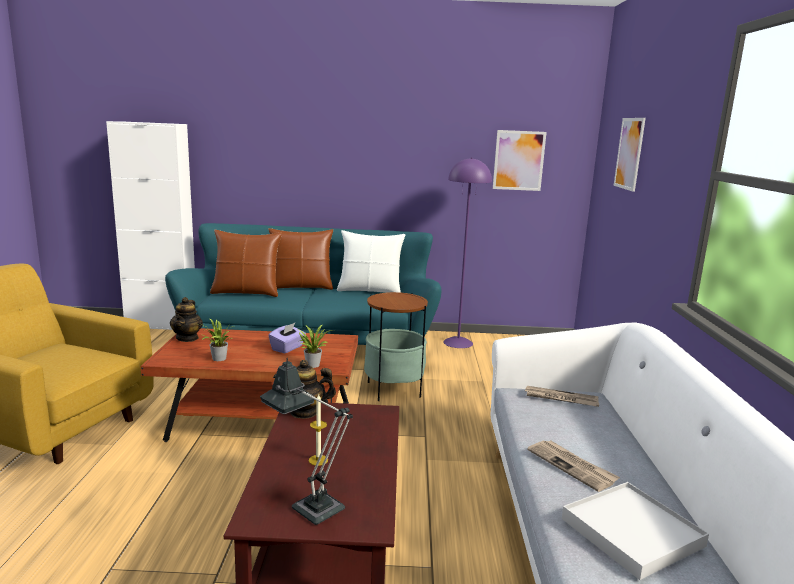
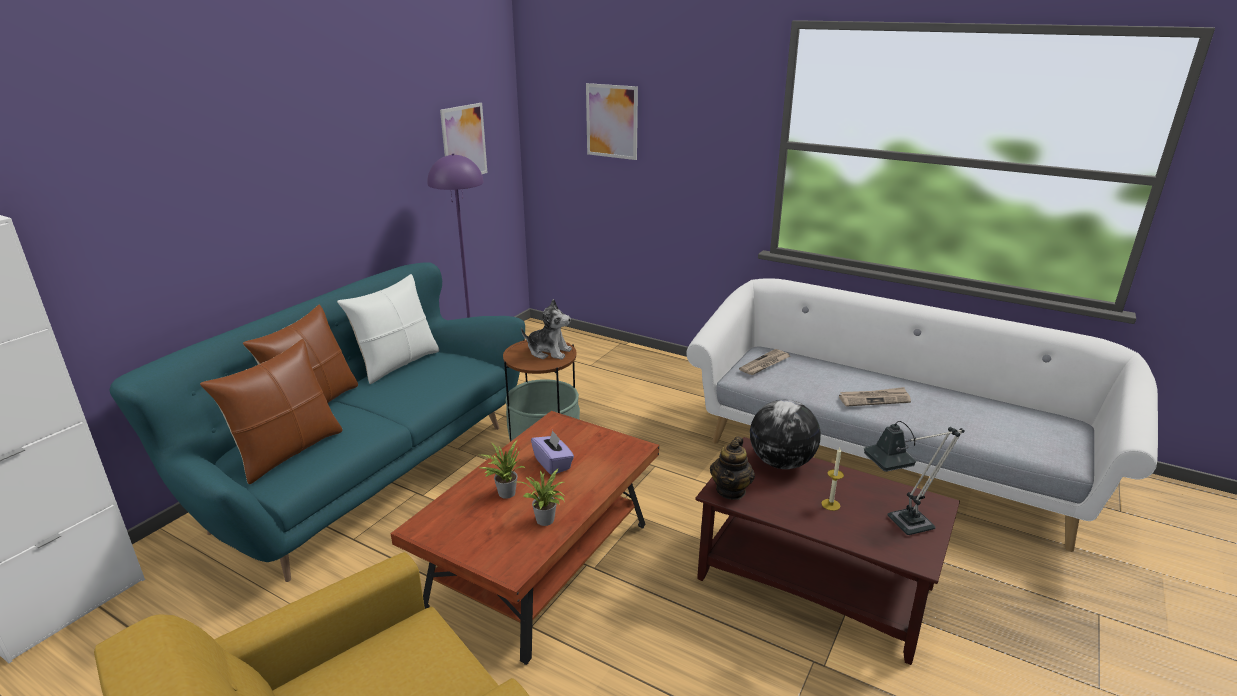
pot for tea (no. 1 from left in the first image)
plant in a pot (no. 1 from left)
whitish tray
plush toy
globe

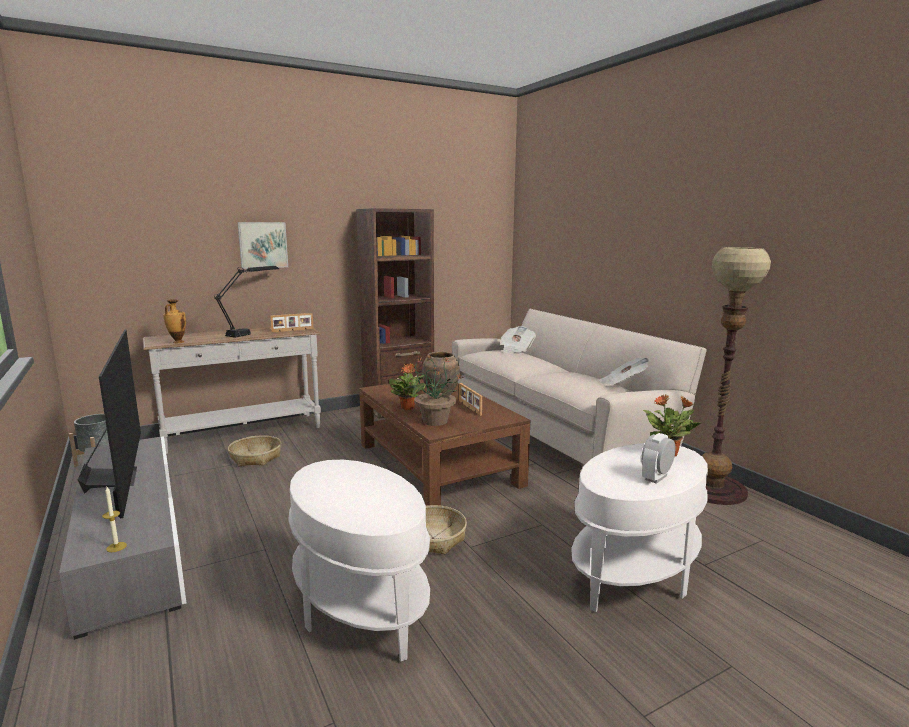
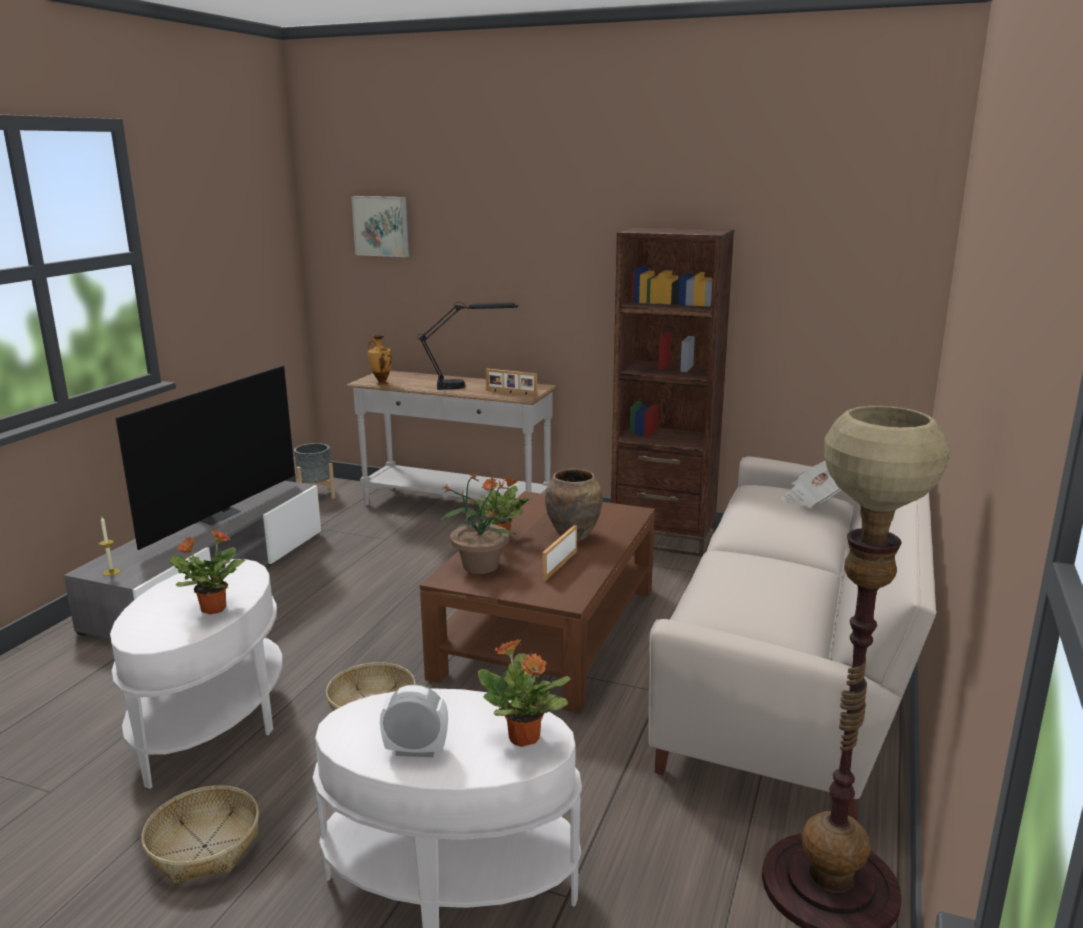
household basket (no. 1 from left)
wall art
newspaper (no. 2 from left in the first image)
plant in a pot (no. 1 from left)

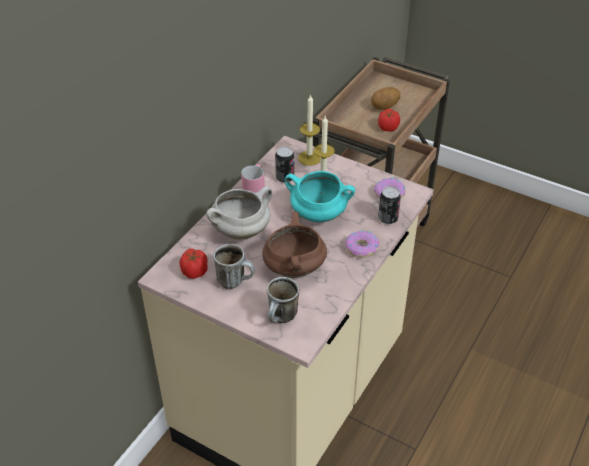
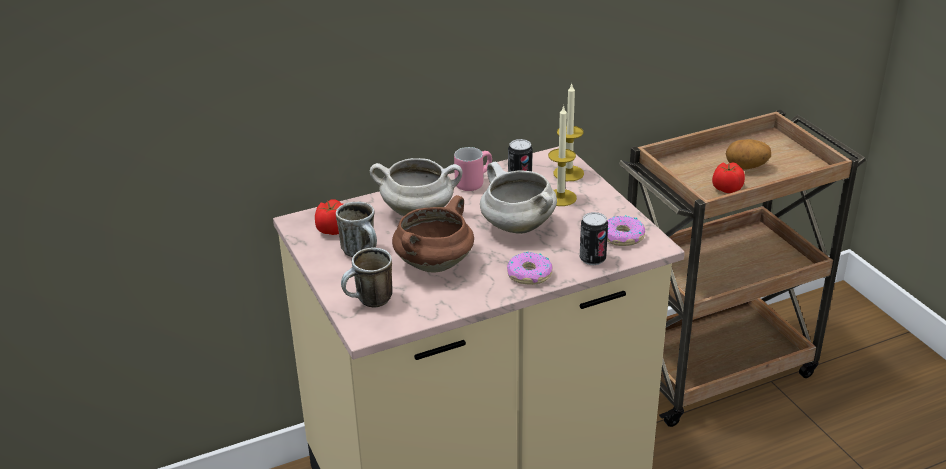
whitish stockpot (no. 2 from left)

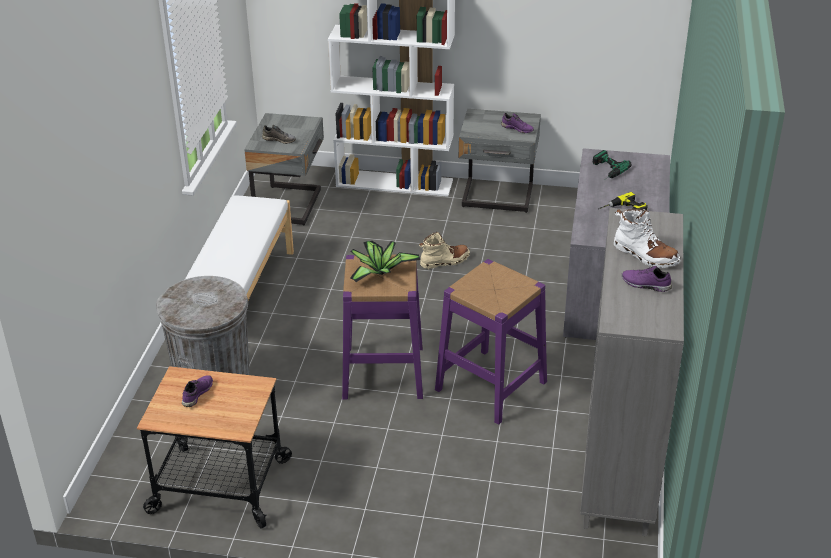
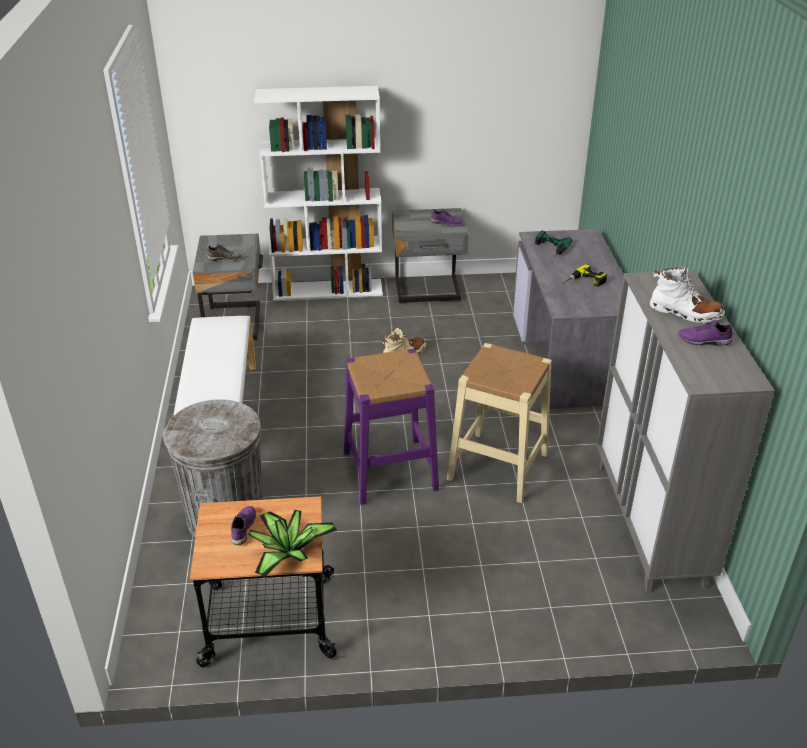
plant in a pot
sand-coloured sitting stool

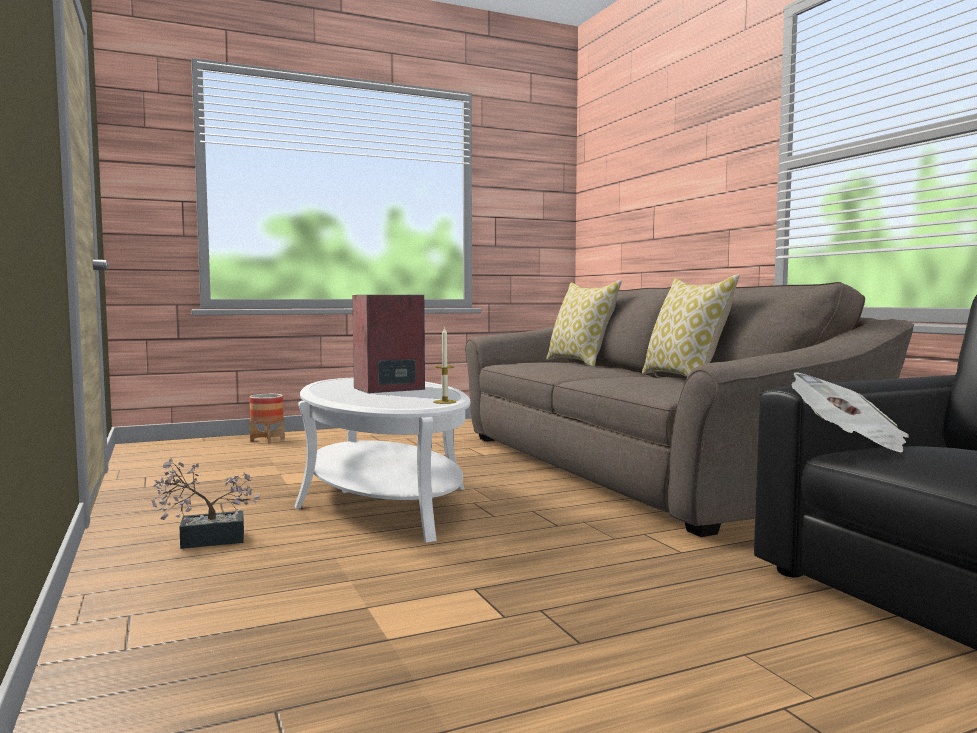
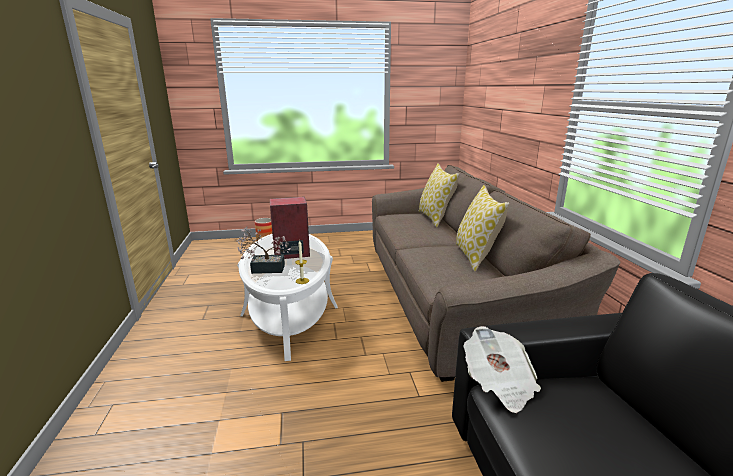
plant in a pot

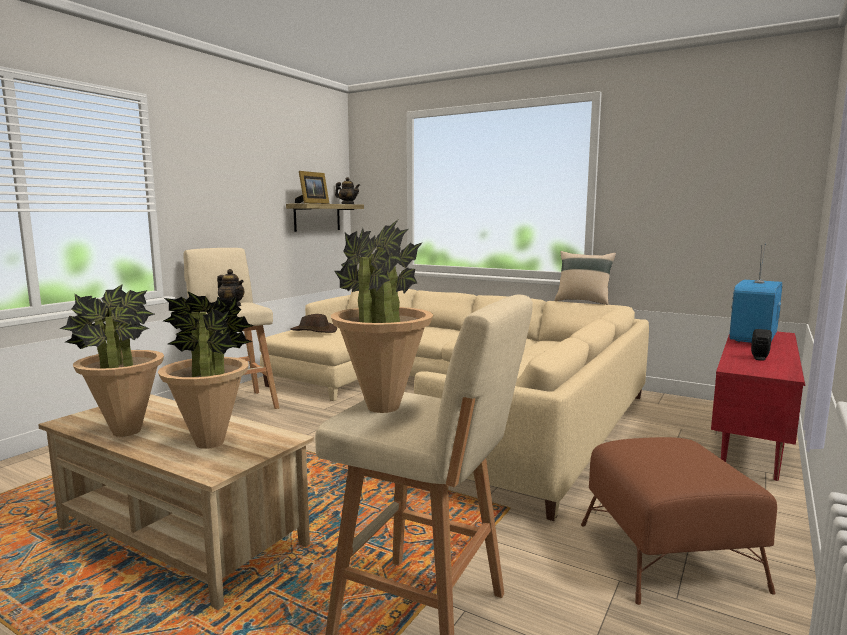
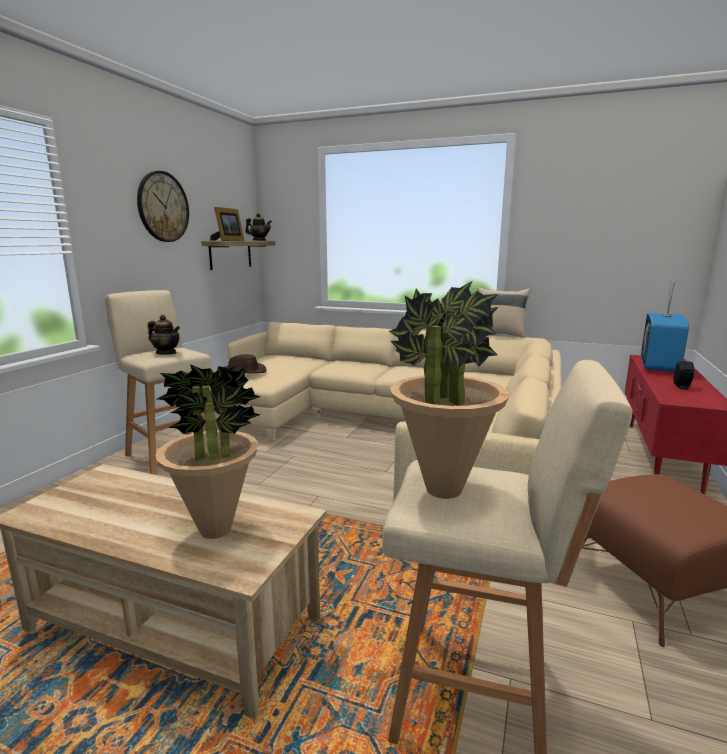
plant in a pot (no. 1 from left in the first image)
wall clock

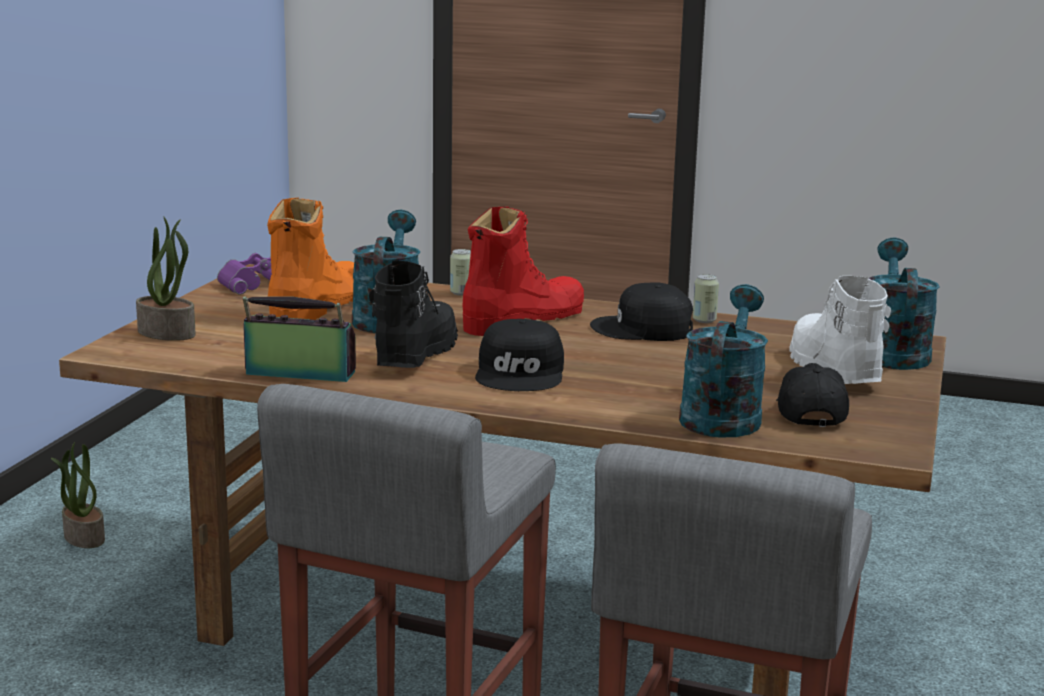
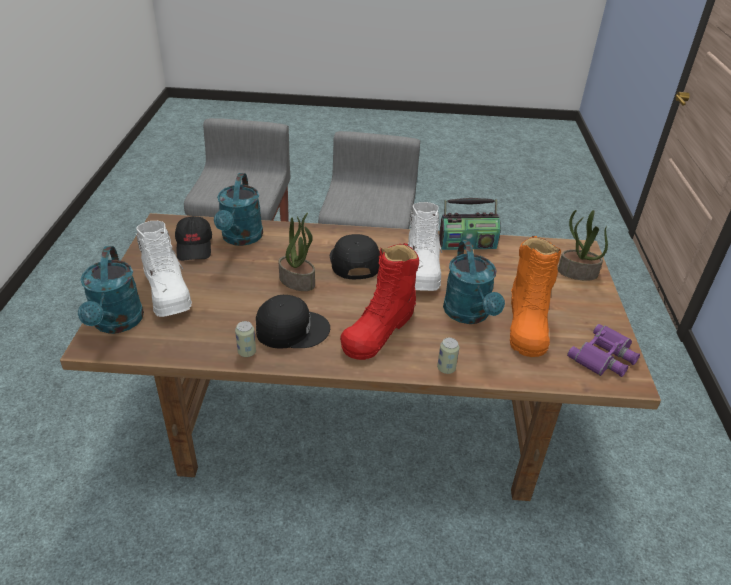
plant in a pot (no. 1 from left)
whitish high-top boot (no. 2 from left)

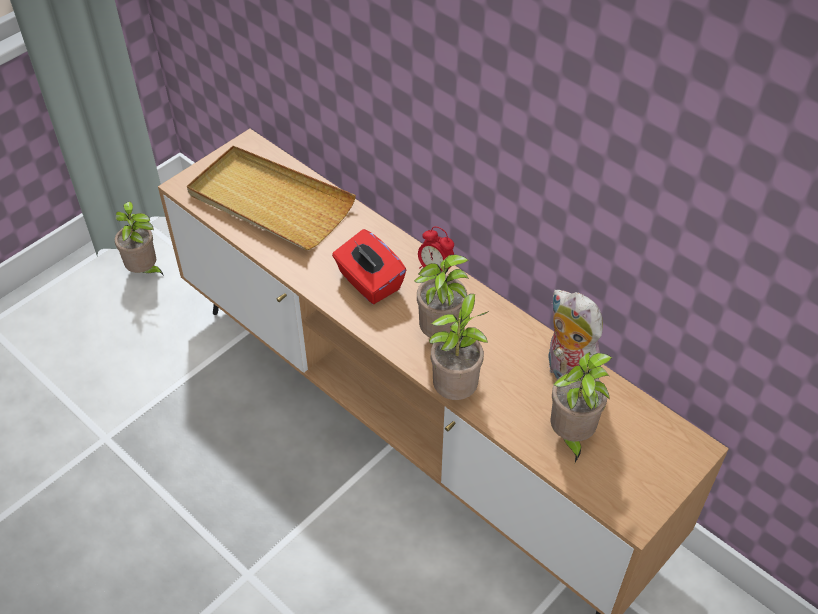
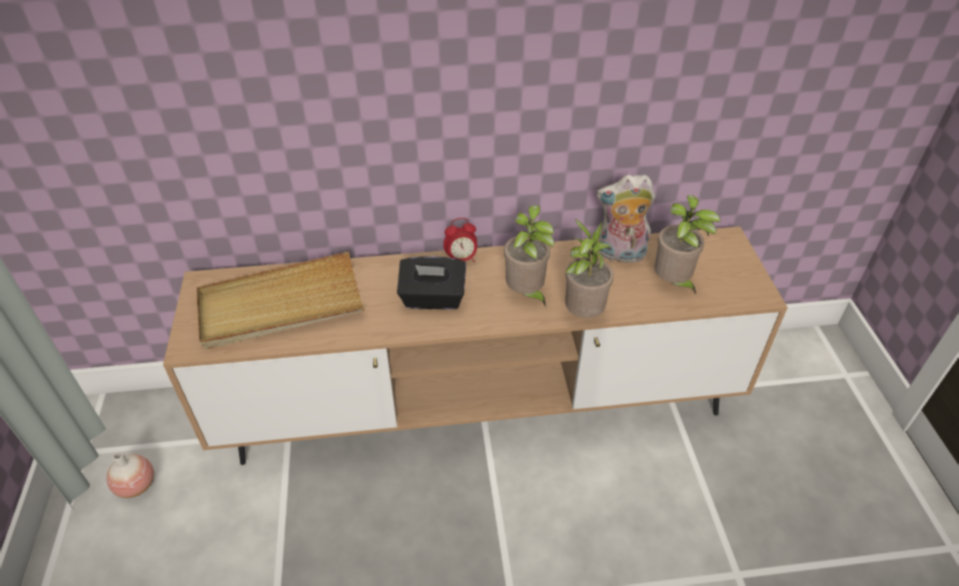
flower vase
black box of tissues

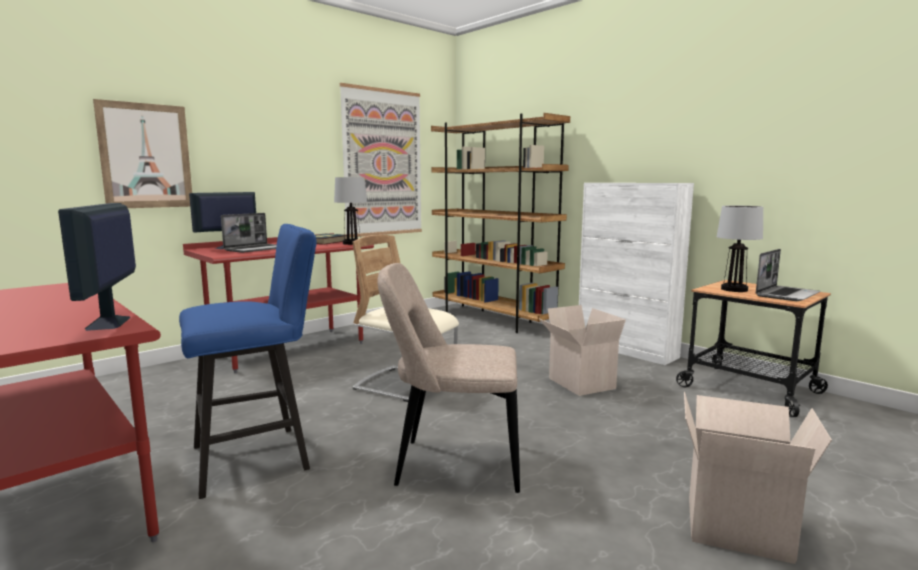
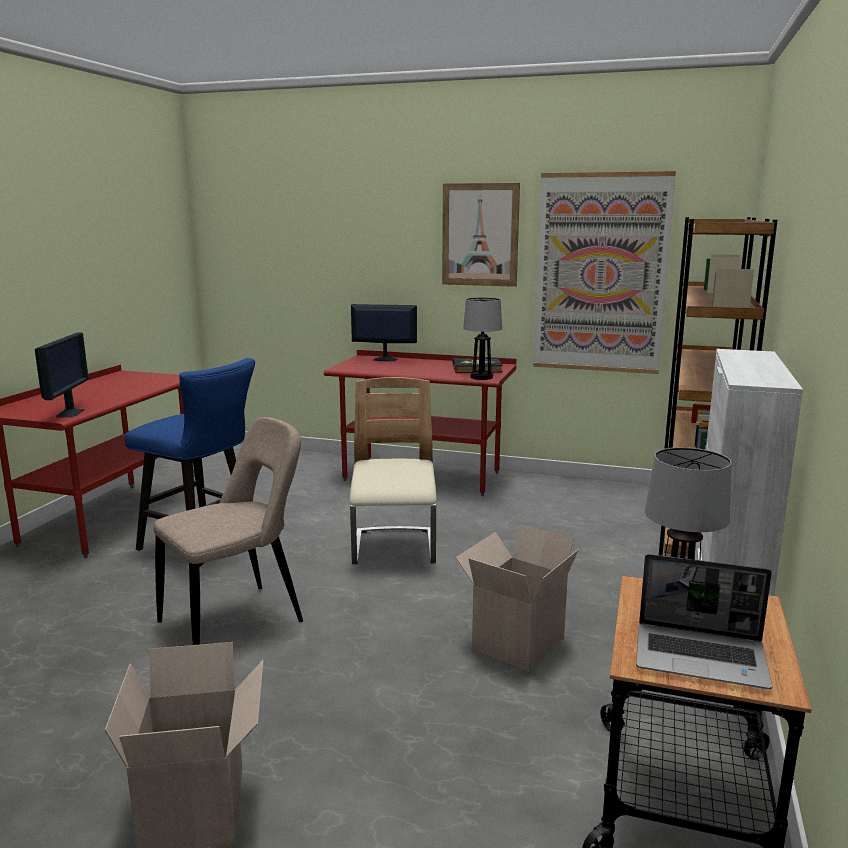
computer screen (no. 1 from left)
wall art (no. 1 from left)
notebook computer (no. 1 from left in the first image)
sand-coloured upright chair (no. 1 from left)

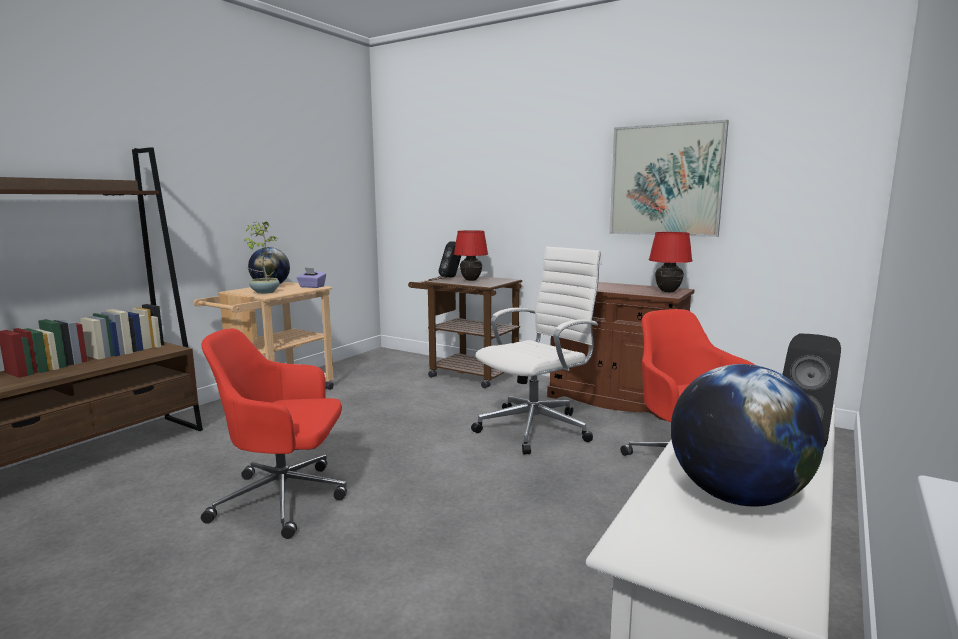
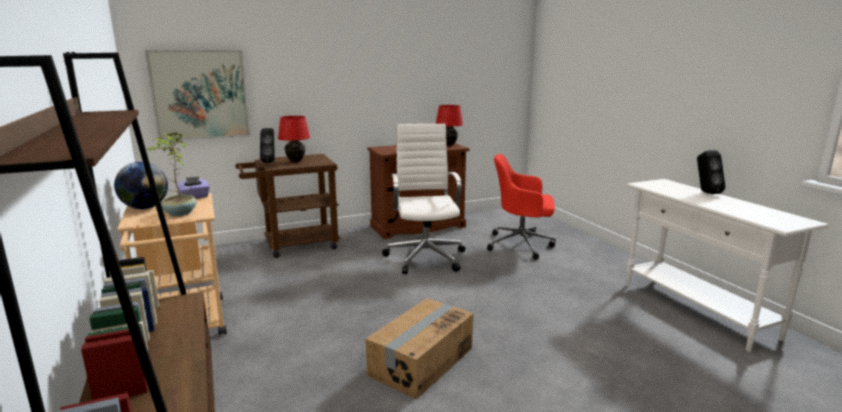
packing box
wall art
globe (no. 2 from left in the first image)

